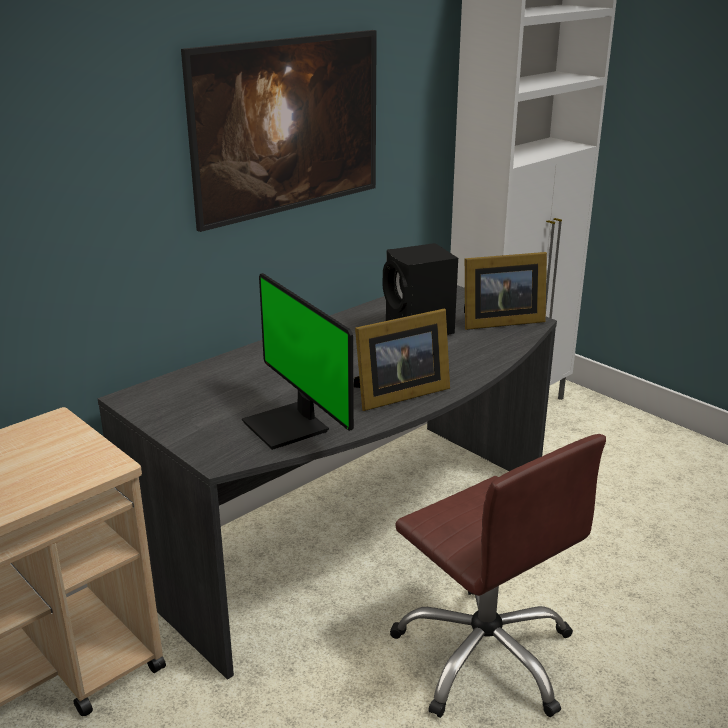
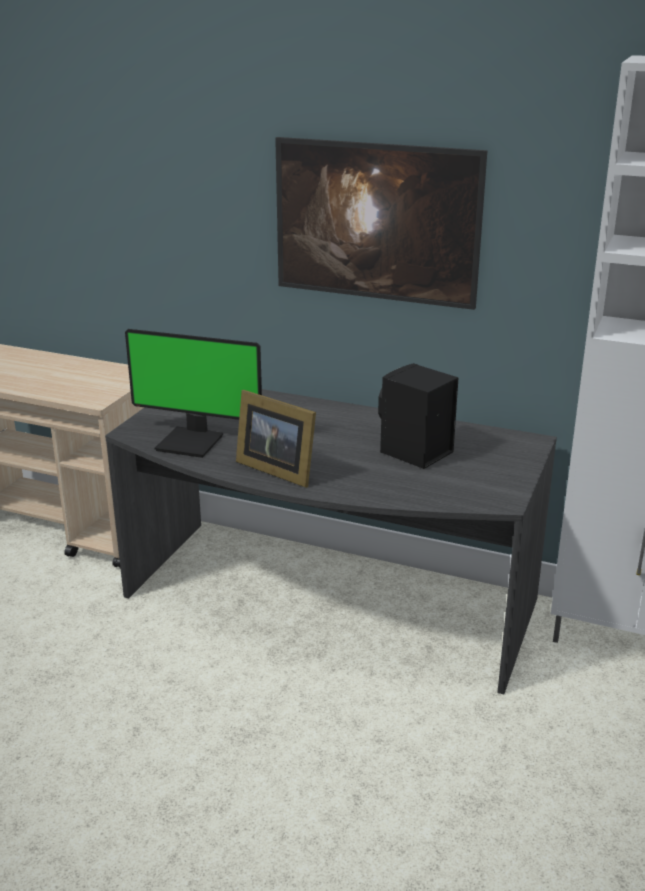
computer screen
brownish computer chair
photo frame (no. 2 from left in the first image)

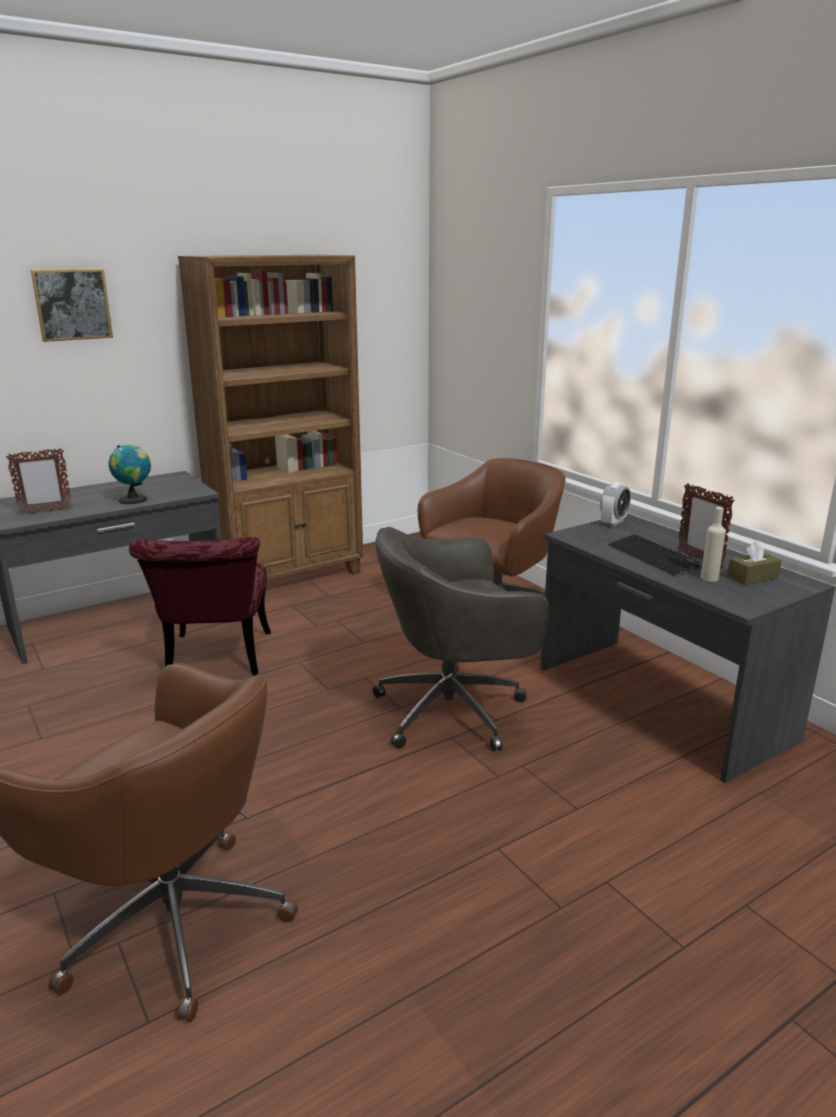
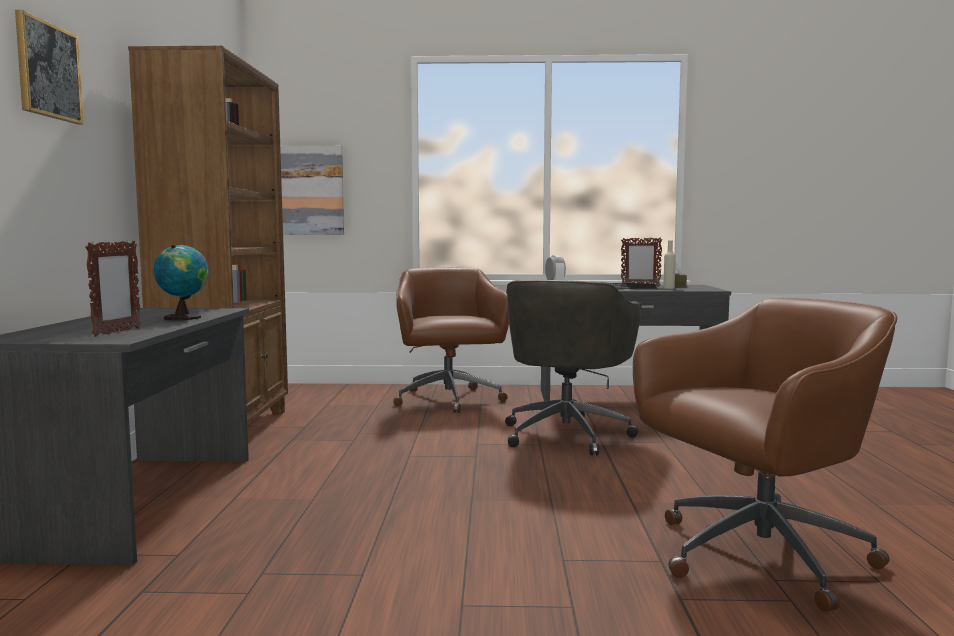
red upright chair
wall art (no. 2 from left)

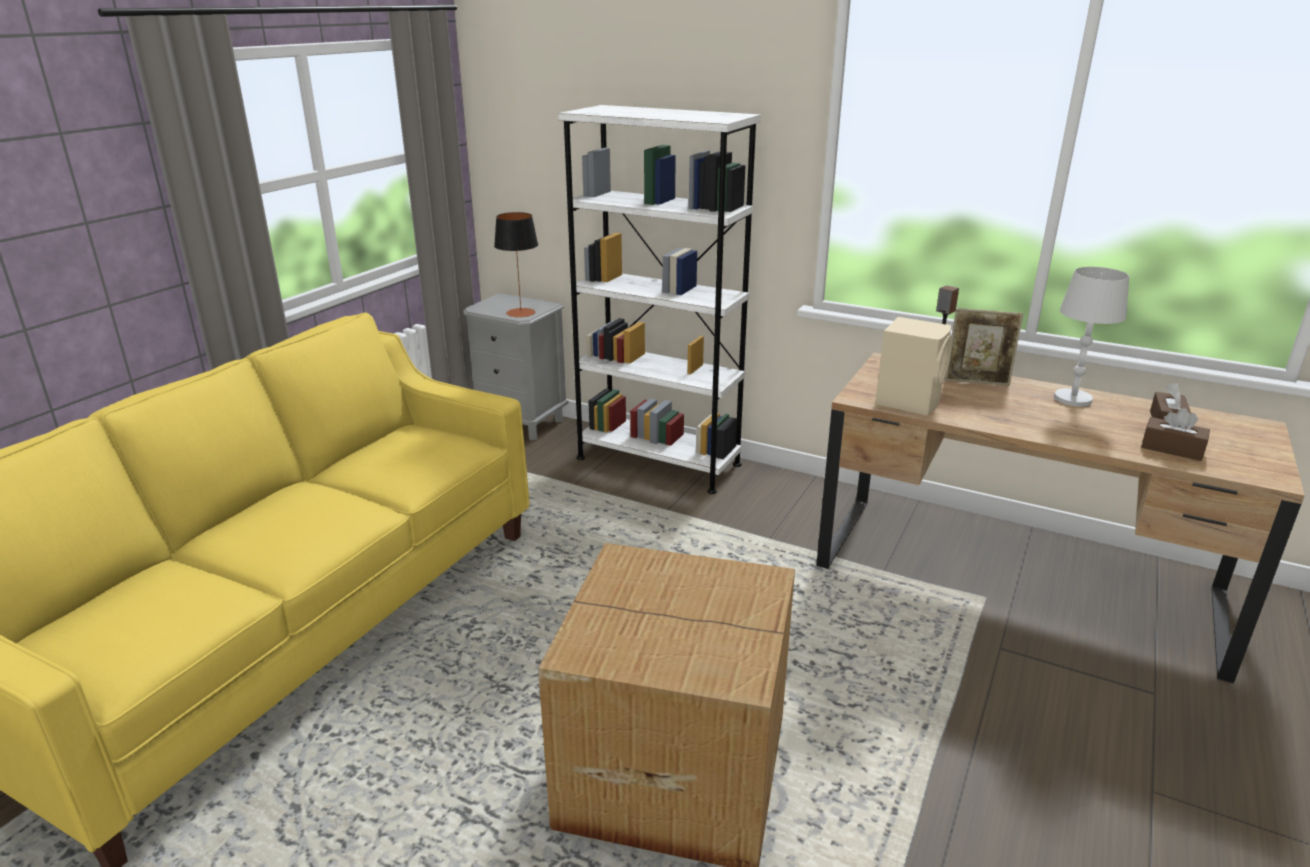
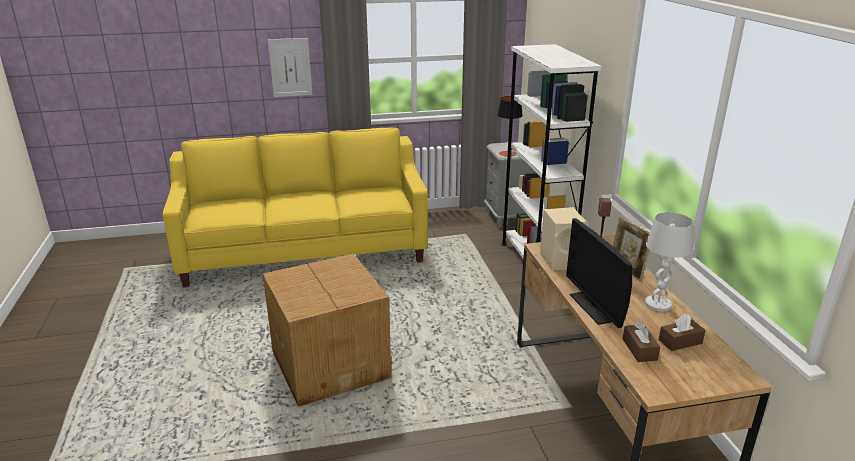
wall art
computer screen

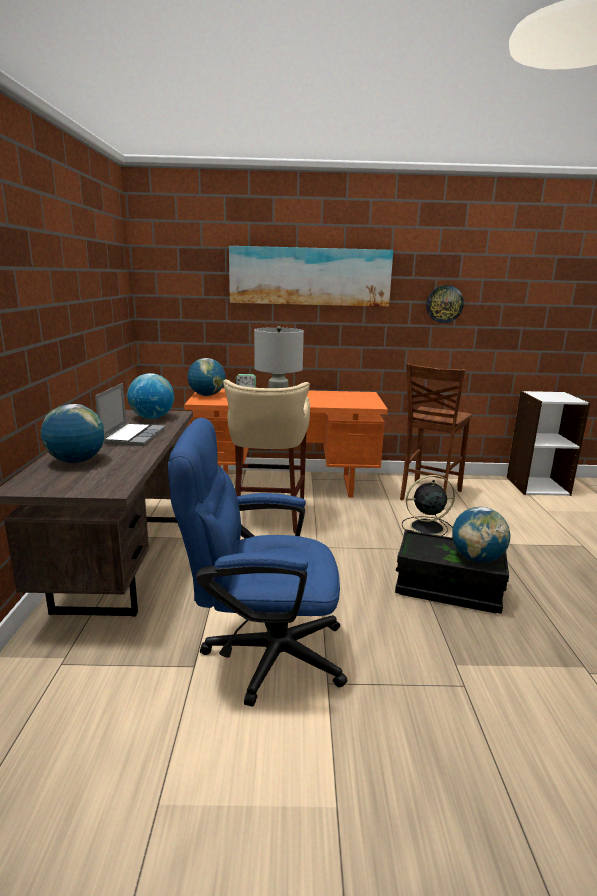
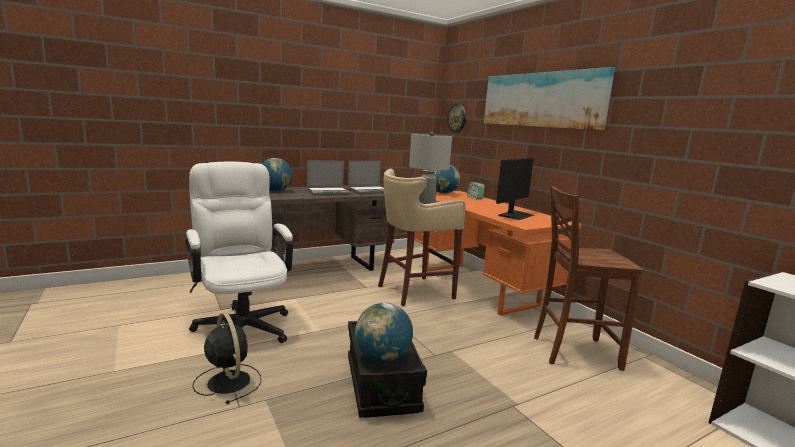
notebook computer (no. 2 from left)
whitish computer chair
black fan
wall clock
computer screen

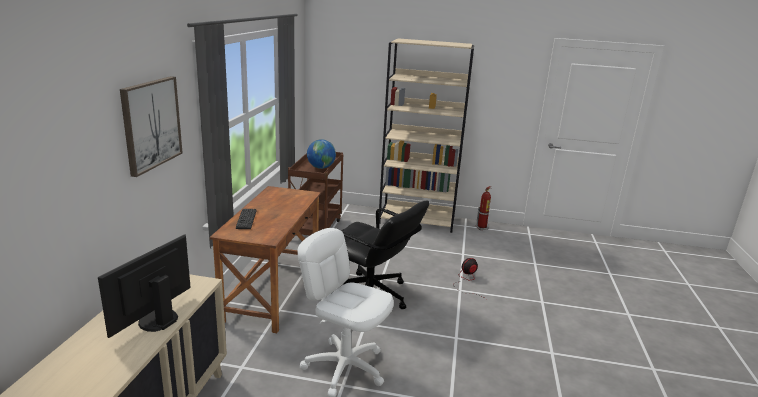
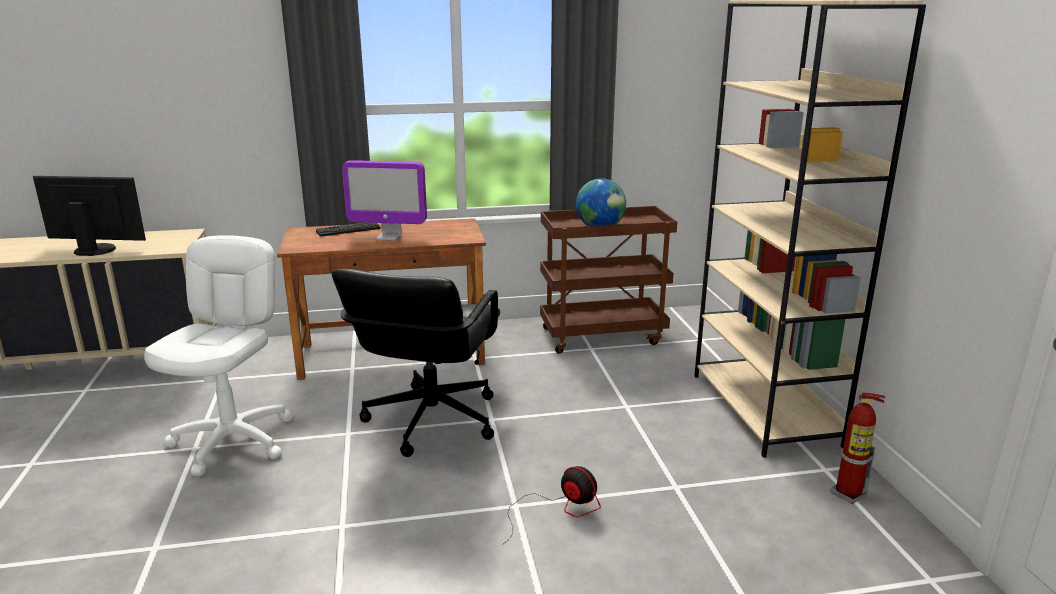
wall art
computer screen (no. 2 from left)

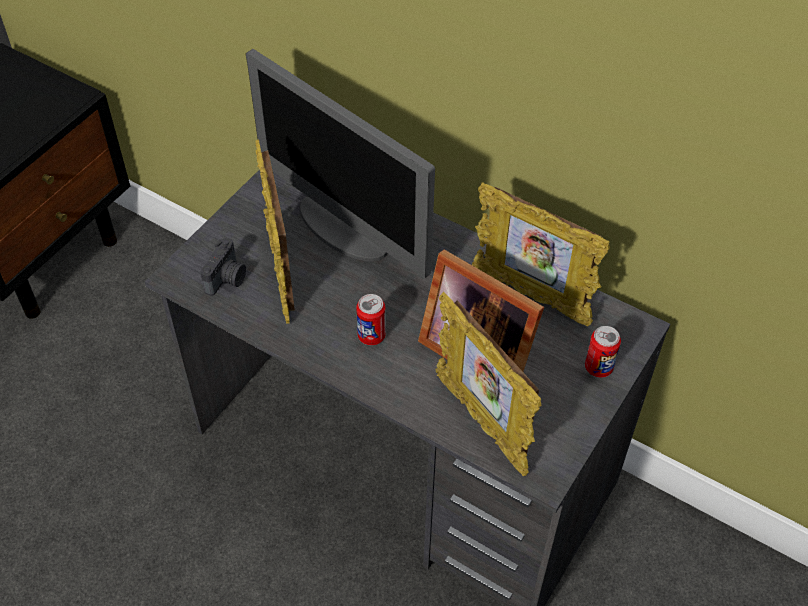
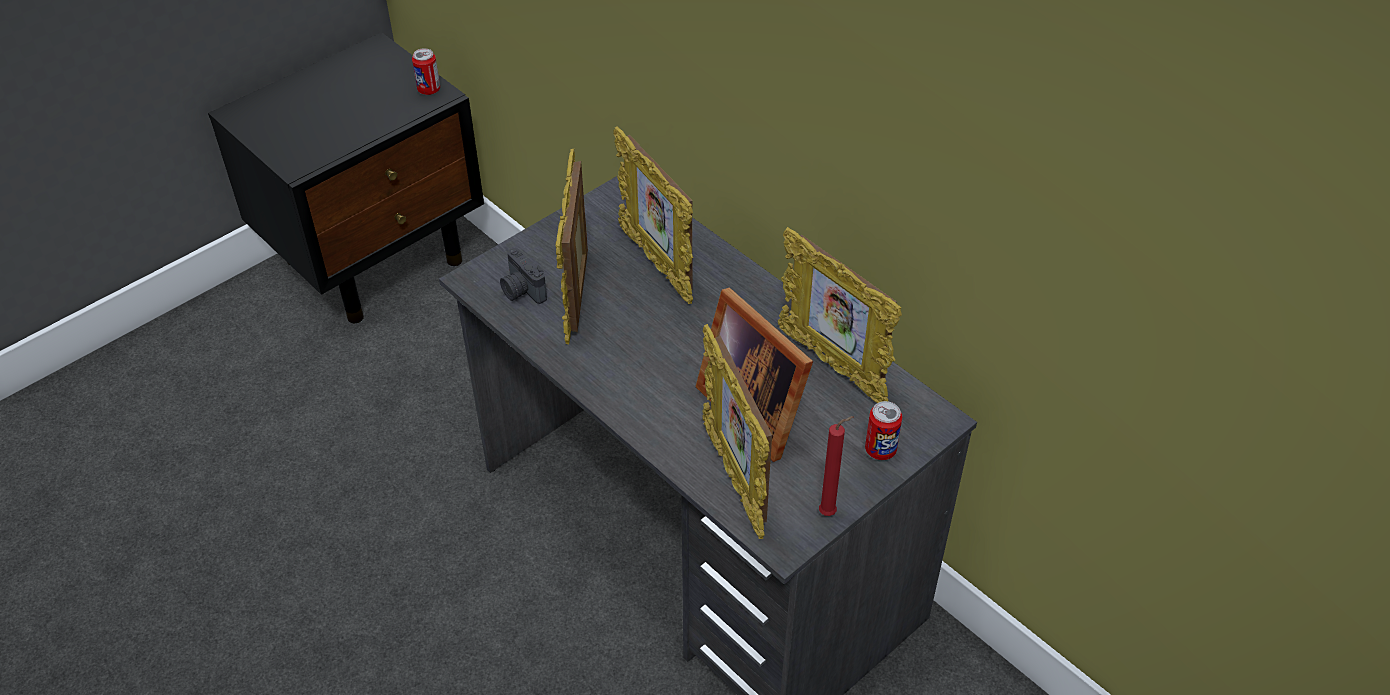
photo camera
photo frame (no. 2 from left)
can (no. 1 from left)
red candle

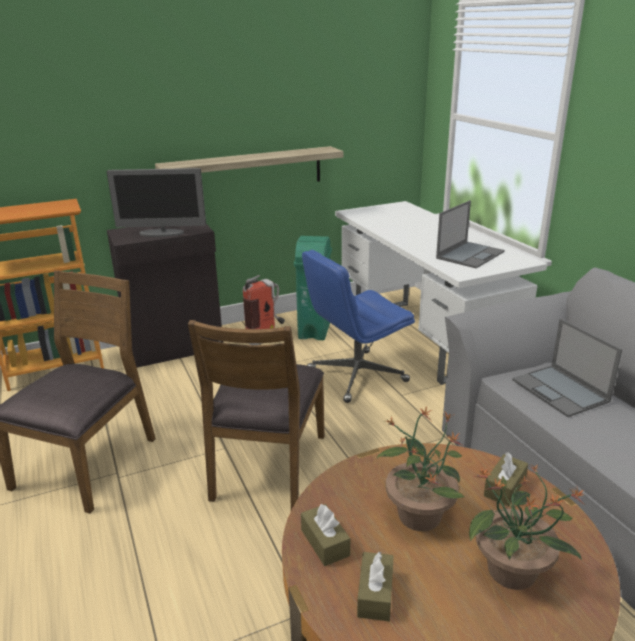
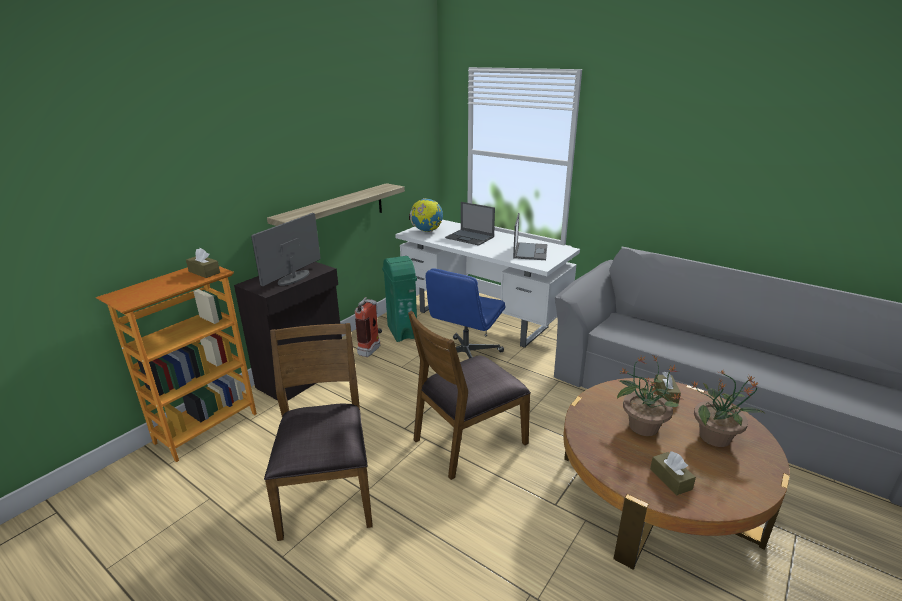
computer screen
brownish upright chair (no. 2 from left)
brownish box of tissues (no. 1 from left)
notebook computer (no. 1 from left)
globe

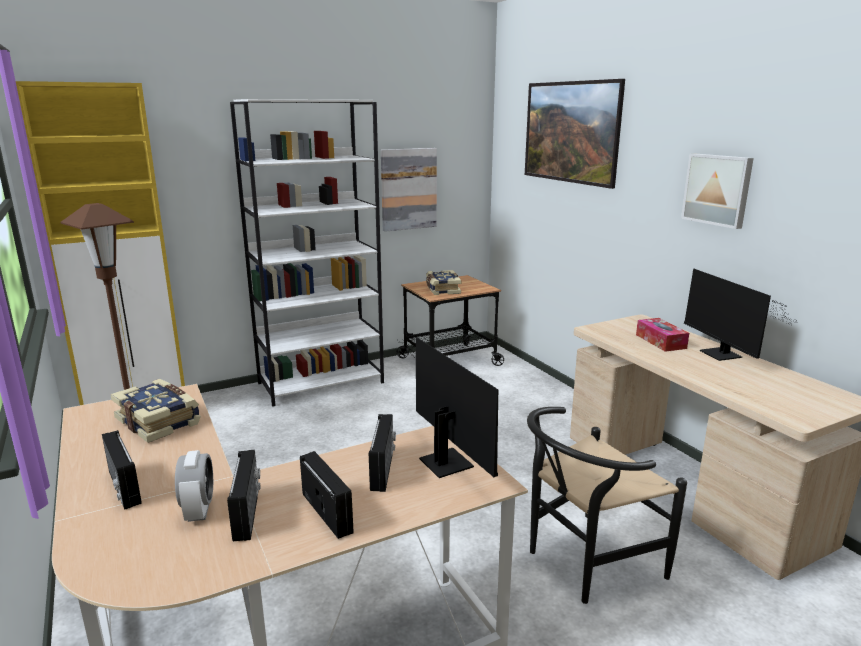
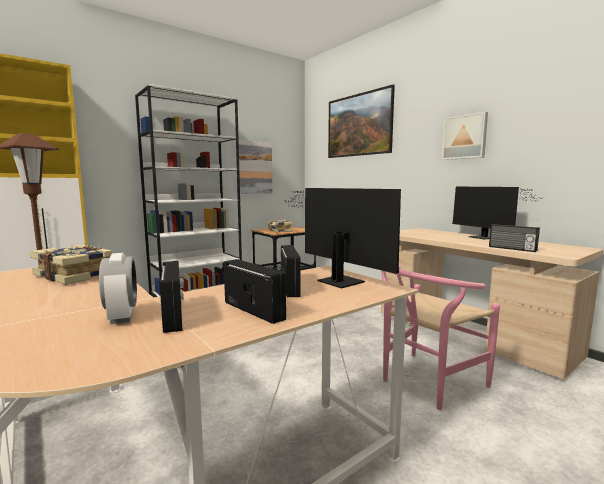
radio (no. 4 from left)
pinkish upright chair
box of tissues

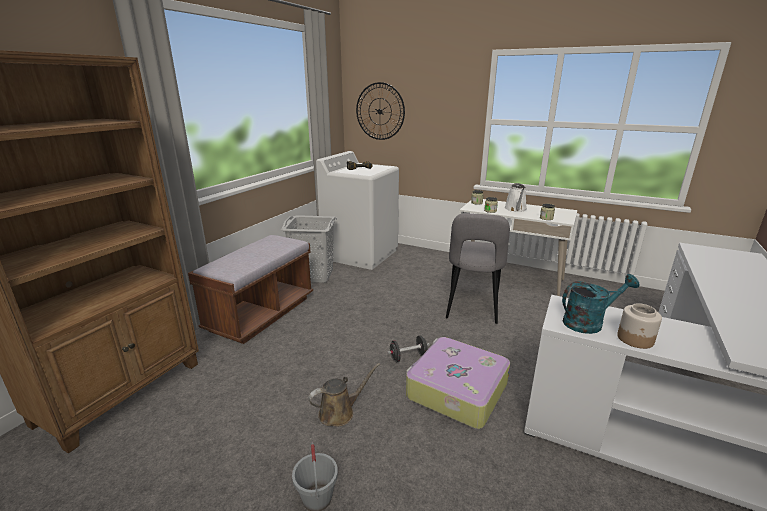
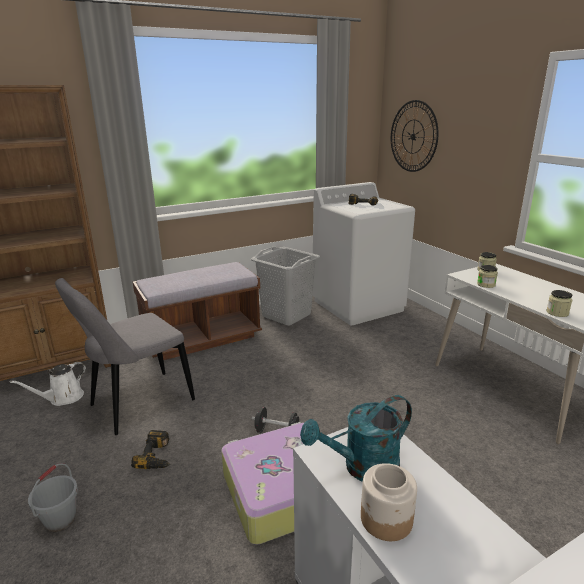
electric drill (no. 1 from left)
gray upright chair
whitish watering pot
blue-green watering pot

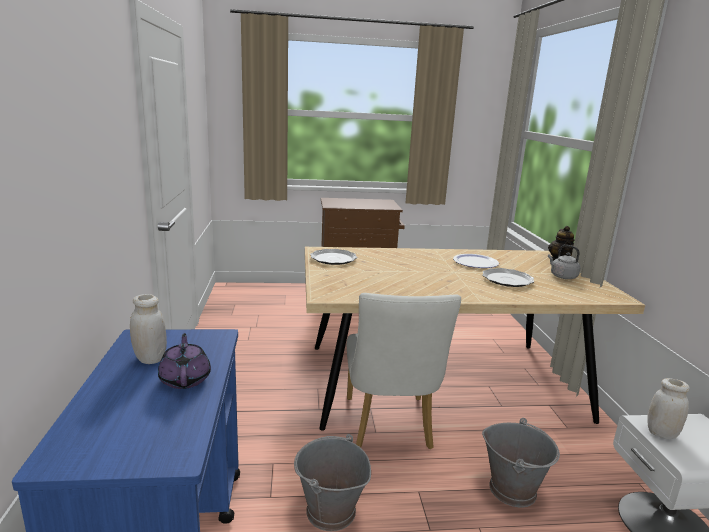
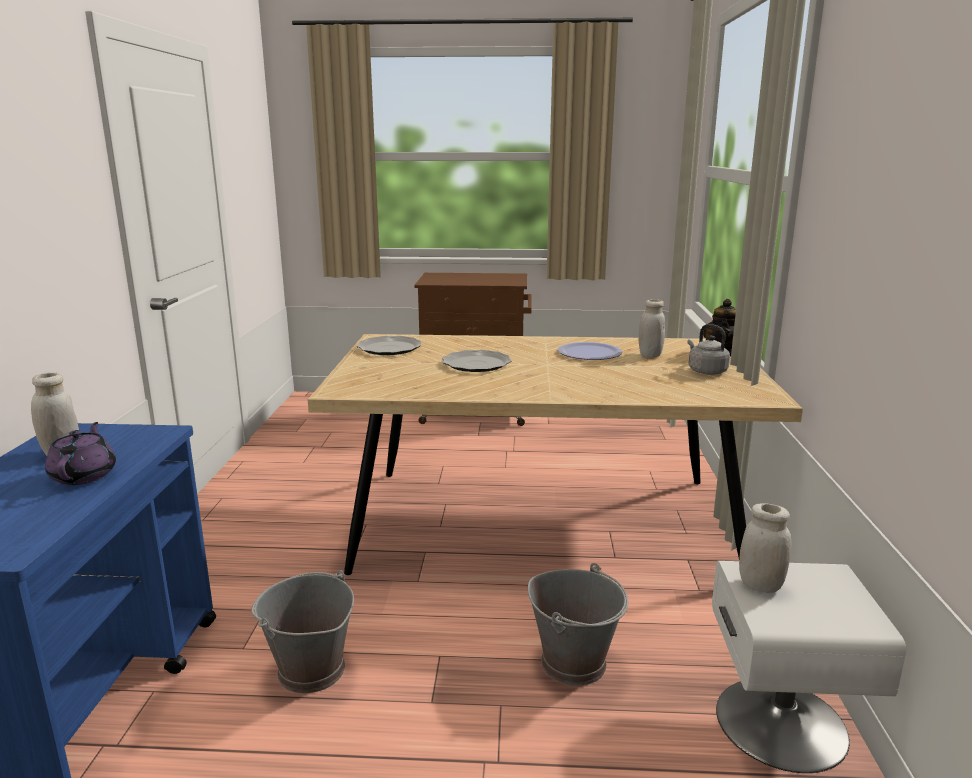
whitish upright chair
flat dish (no. 2 from left)
whitish preserve jar (no. 2 from left)

